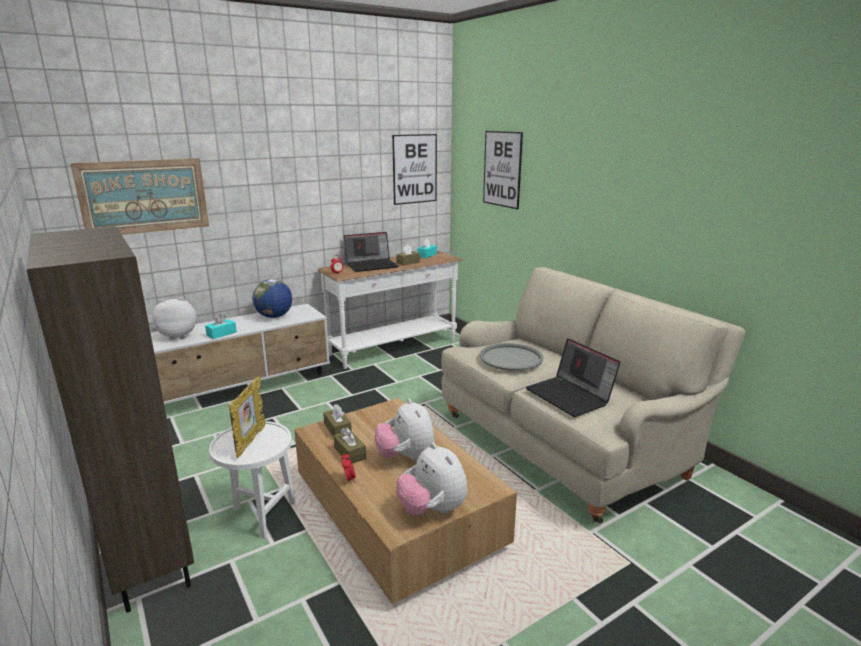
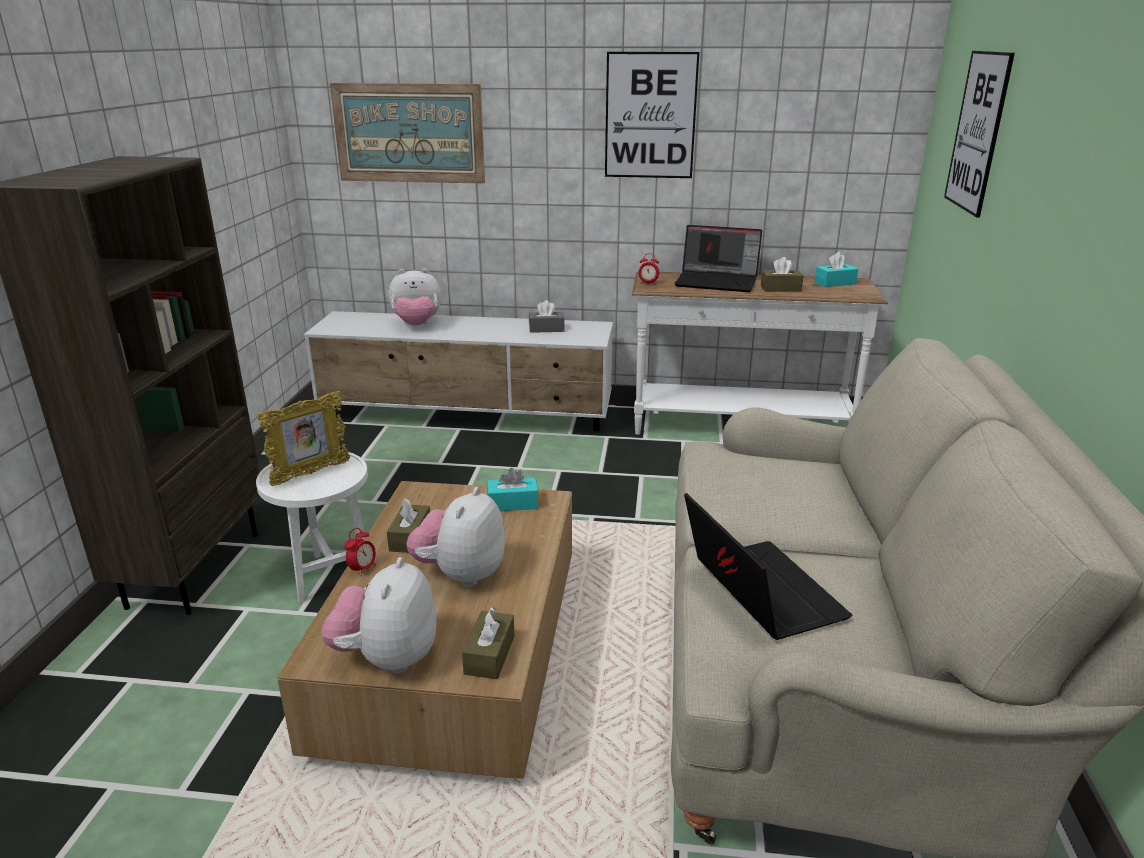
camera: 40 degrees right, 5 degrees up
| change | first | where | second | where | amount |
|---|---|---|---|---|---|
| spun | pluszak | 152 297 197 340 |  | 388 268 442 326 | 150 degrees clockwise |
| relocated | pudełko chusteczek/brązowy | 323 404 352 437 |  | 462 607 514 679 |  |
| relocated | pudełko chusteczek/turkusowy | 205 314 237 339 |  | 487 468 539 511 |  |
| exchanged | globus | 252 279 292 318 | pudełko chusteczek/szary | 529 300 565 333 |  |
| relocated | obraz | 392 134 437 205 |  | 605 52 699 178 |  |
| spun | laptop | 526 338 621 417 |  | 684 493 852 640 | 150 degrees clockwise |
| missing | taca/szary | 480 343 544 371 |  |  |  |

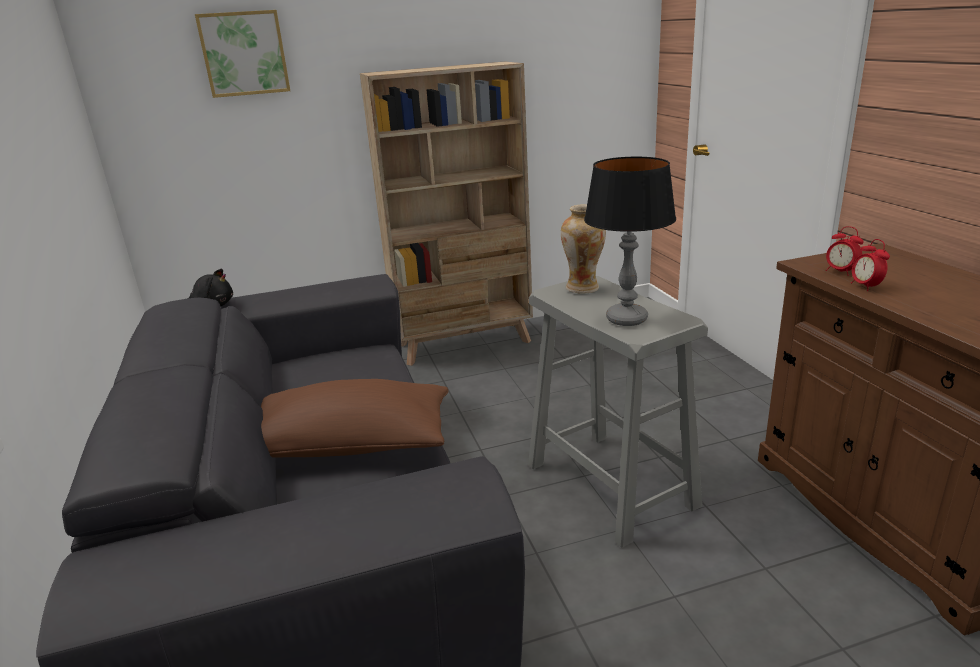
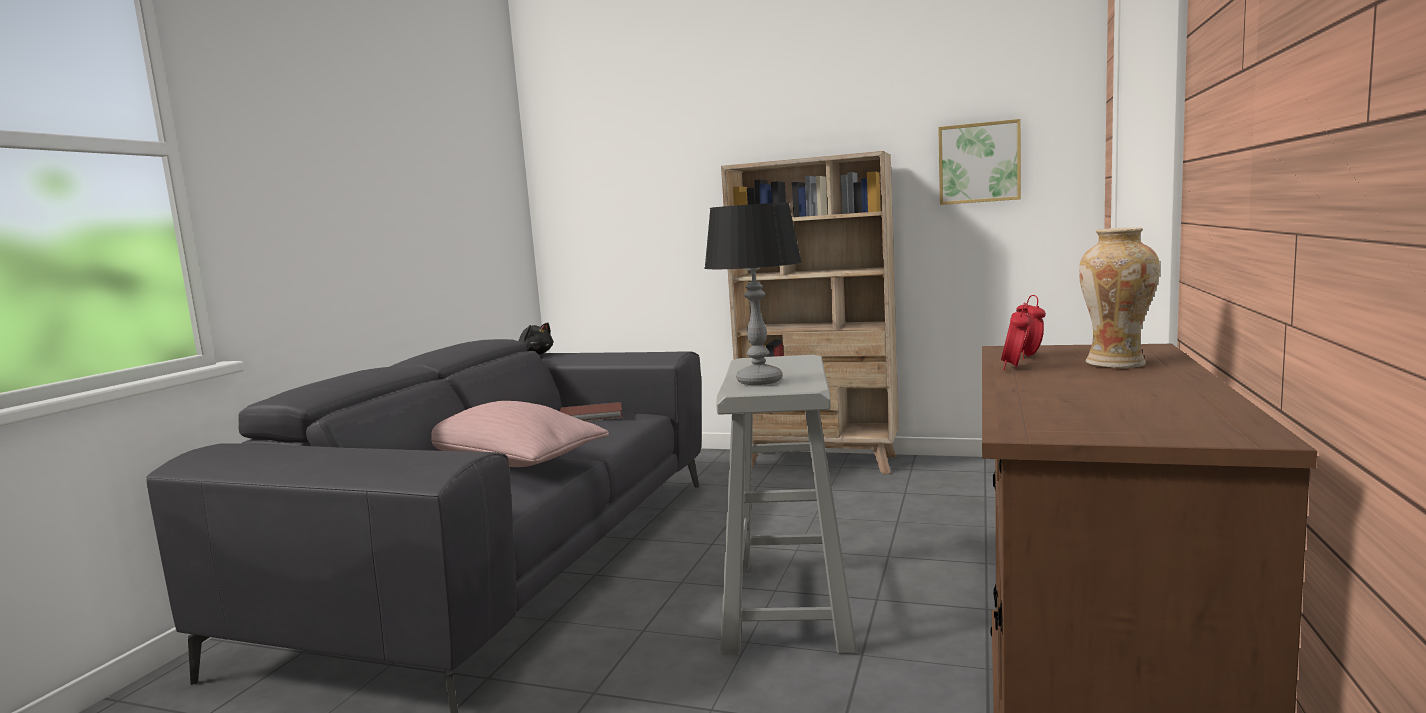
camera: 35 degrees right, 15 degrees down
| change | first | where | second | where | amount |
|---|---|---|---|---|---|
| colour | poduszka/brązowy | 261 379 449 458 | poduszka/różowy | 431 401 609 467 |  |
| appeared |  |  | książka/brązowy | 560 402 622 421 |  |
| relocated | obraz | 195 10 290 98 |  | 938 119 1021 205 |  |
| relocated | wazon | 561 204 606 294 |  | 1079 227 1160 368 |  |

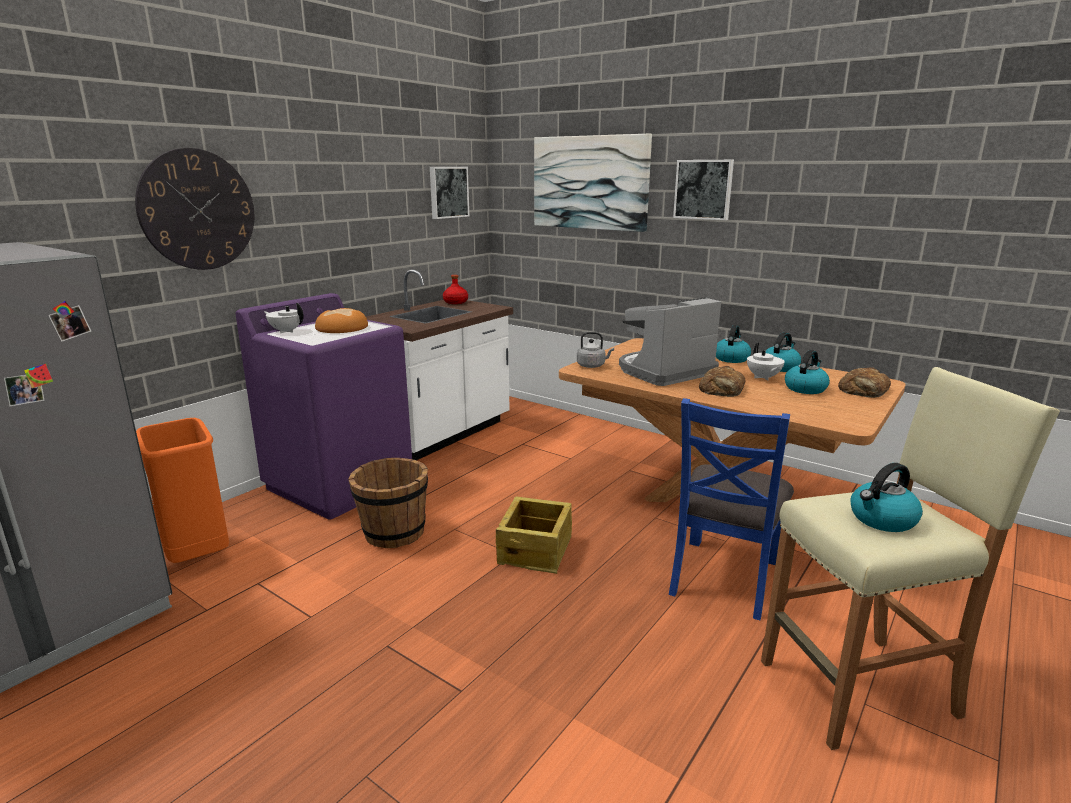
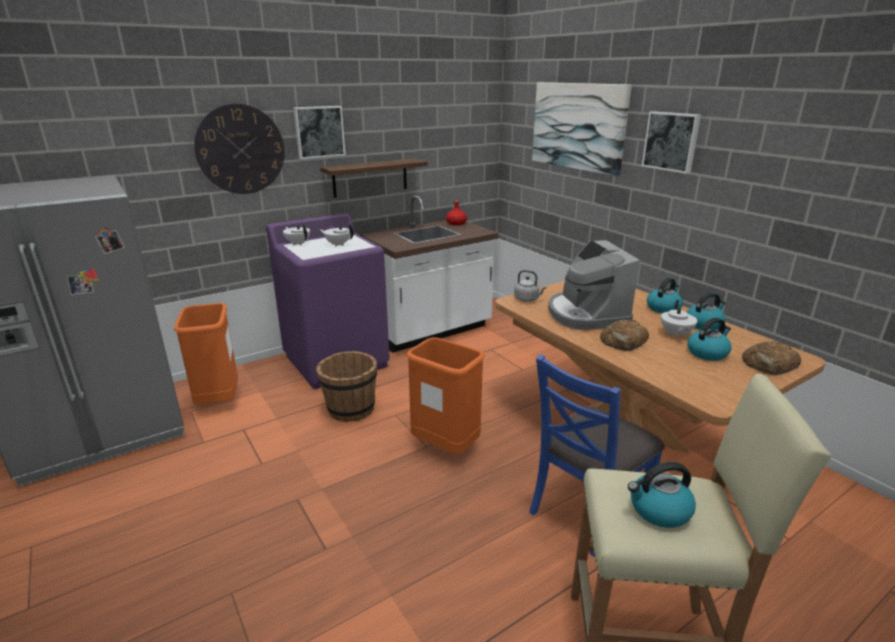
camera: 20 degrees right, 5 degrees up
| change | first | where | second | where | amount |
|---|---|---|---|---|---|
| relocated | obraz | 430 167 469 219 |  | 293 106 345 159 |  |
| exchanged | chleb | 315 308 368 333 | imbryk/biały | 319 223 354 247 |  |
| appeared |  |  | półka | 320 158 428 198 |  |
| exchanged | skrzynka | 496 497 572 574 | kosz na śmieci/pomarańczowy | 406 337 485 454 |  |
| spun | ekspres do kawy | 619 297 721 386 |  | 548 240 640 330 | 90 degrees counterclockwise |

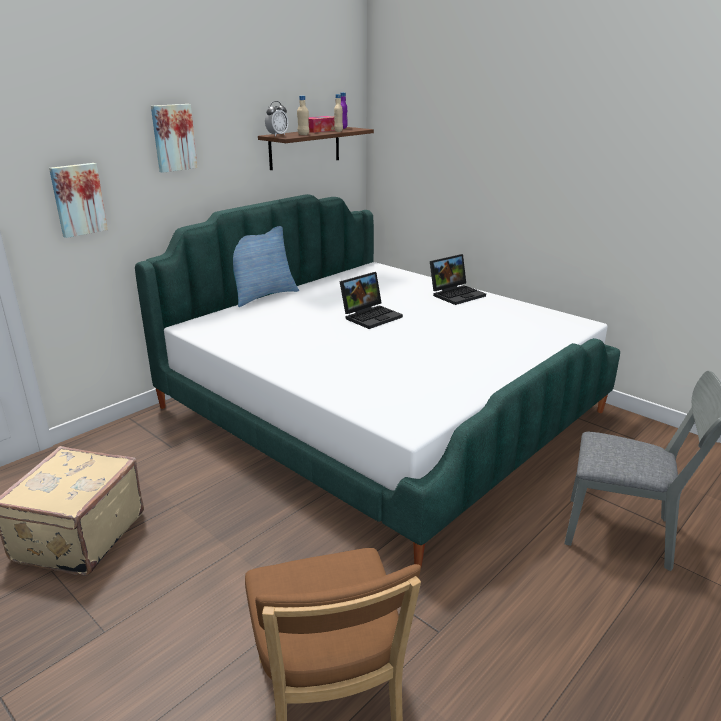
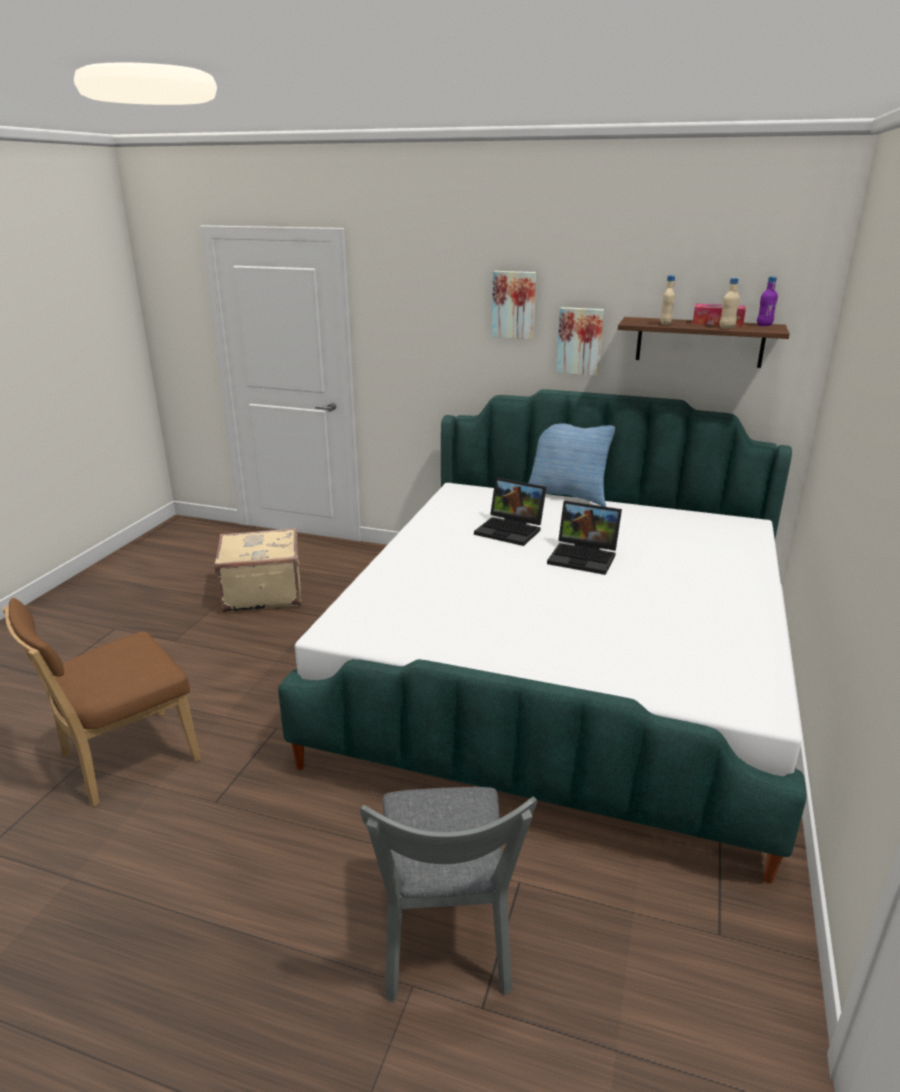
camera: 65 degrees right, 0 degrees up
| change | first | where | second | where | amount |
|---|---|---|---|---|---|
| relocated | laptop | 430 254 486 305 |  | 474 478 547 546 |  |
| relocated | obraz | 49 163 108 238 |  | 556 307 604 376 |  |
| missing | budzik | 265 101 288 136 |  |  |  |

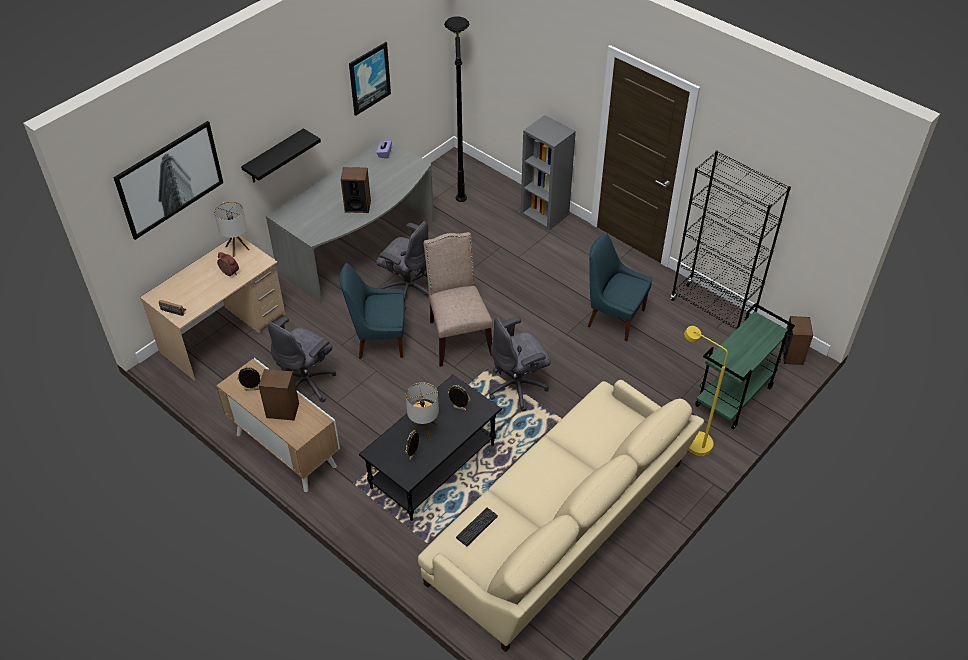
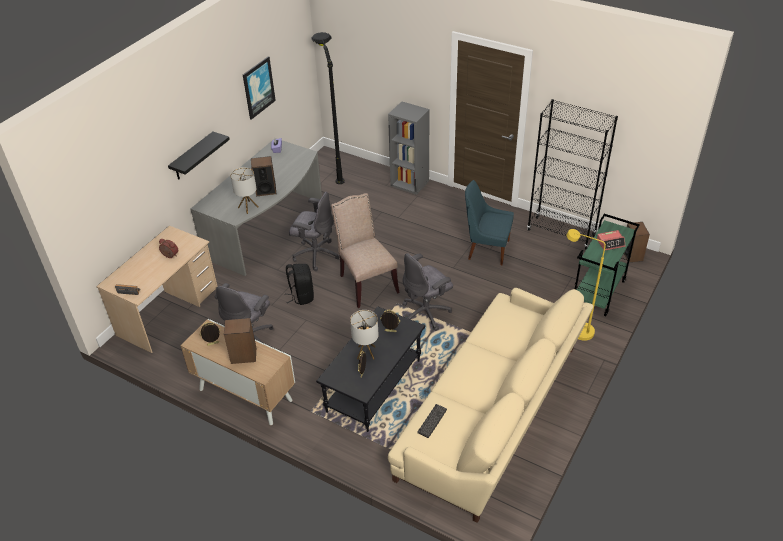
camera: 10 degrees left, 5 degrees down
| change | first | where | second | where | amount |
|---|---|---|---|---|---|
| relocated | lampa stołowa | 214 201 250 257 |  | 230 167 258 214 |  |
| exchanged | krzesło/niebieski | 340 263 404 359 | plecak/czarny | 285 264 314 305 |  |
| appeared |  |  | budzik | 597 230 625 250 |  |
| missing | obraz | 113 121 223 240 |  |  |  |

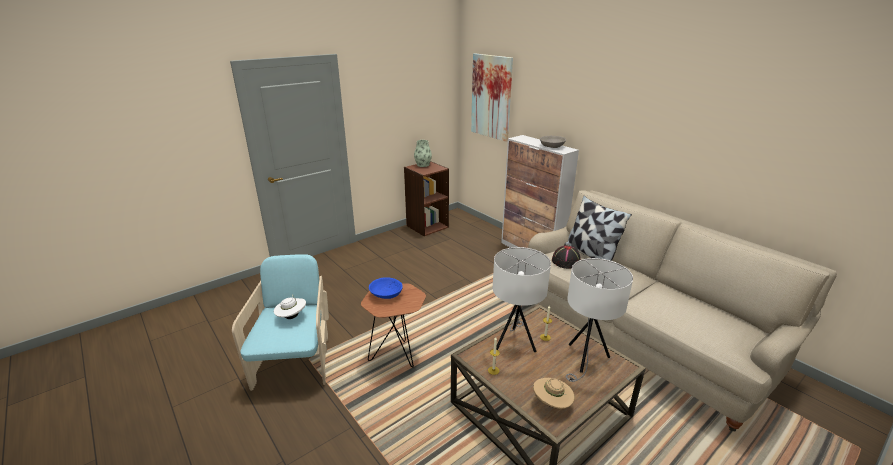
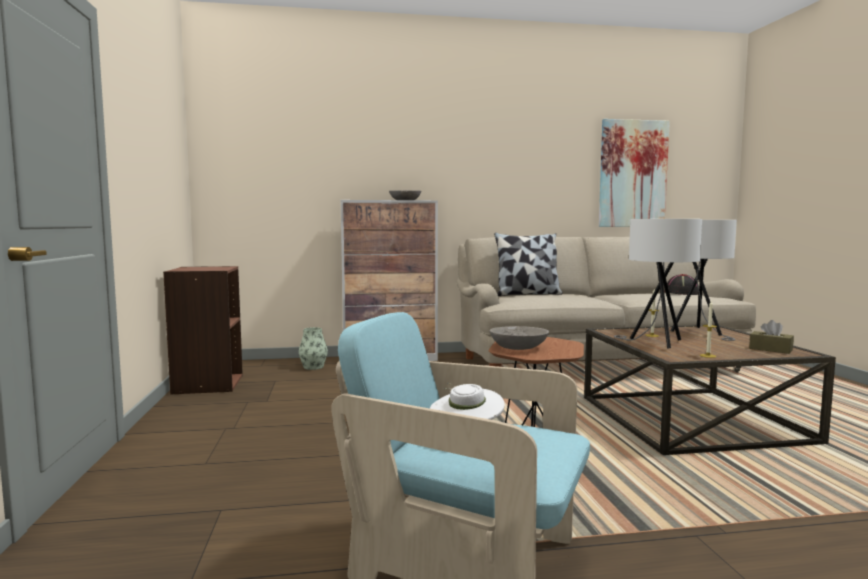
camera: 60 degrees left, 20 degrees down
| change | first | where | second | where | amount |
|---|---|---|---|---|---|
| relocated | wazon | 414 140 432 167 |  | 299 327 328 370 |  |
| colour | miska/niebieski | 369 277 403 299 | miska/szary | 490 326 549 350 |  |
| relocated | obraz | 471 53 513 142 |  | 599 119 670 227 |  |
| relocated | kapelusz/czarny | 552 245 581 269 |  | 664 274 699 295 |  |
| exchanged | kapelusz/beżowy | 533 378 575 409 | pudełko chusteczek/brązowy | 749 320 794 354 |  |

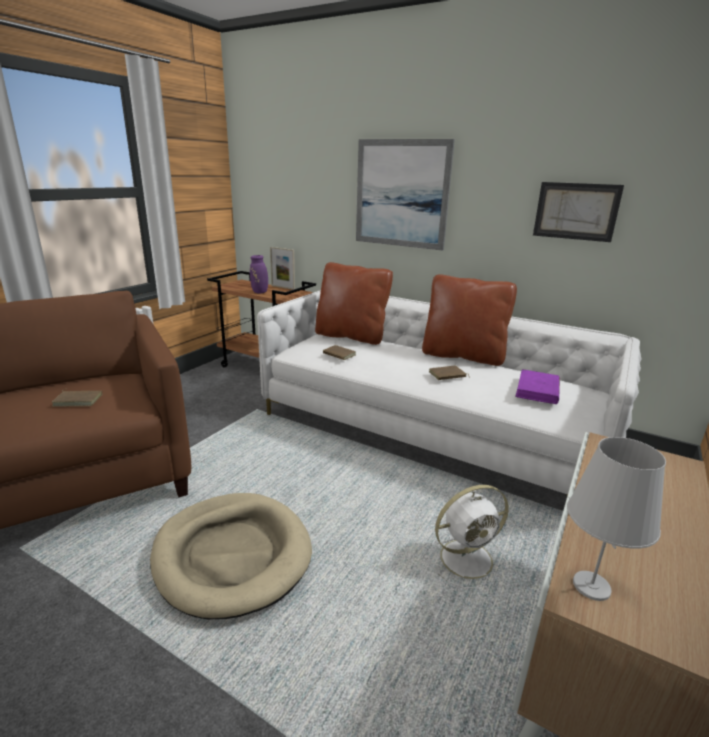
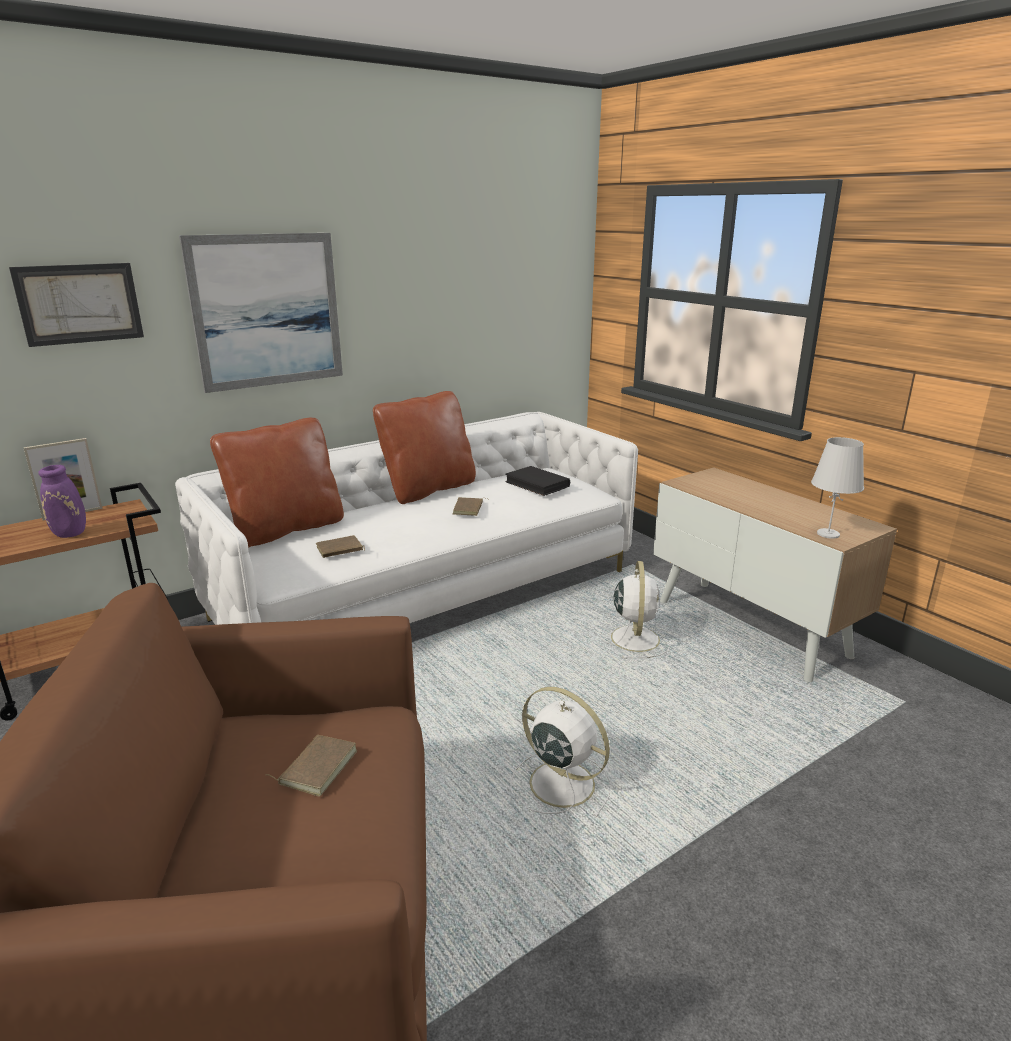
camera: 65 degrees left, 0 degrees up
| change | first | where | second | where | amount |
|---|---|---|---|---|---|
| relocated | obraz | 533 182 624 242 |  | 9 263 144 347 |  |
| colour | książka/fioletowy | 515 369 560 404 | książka/czarny | 505 466 570 496 |  |
| exchanged | legowisko/beżowy | 150 493 312 619 | wentylator/biały | 510 687 612 818 |  |

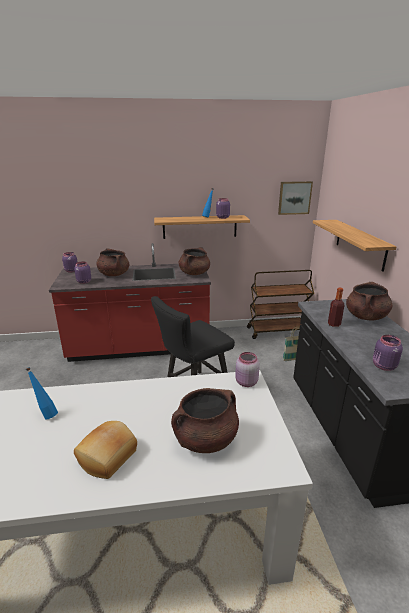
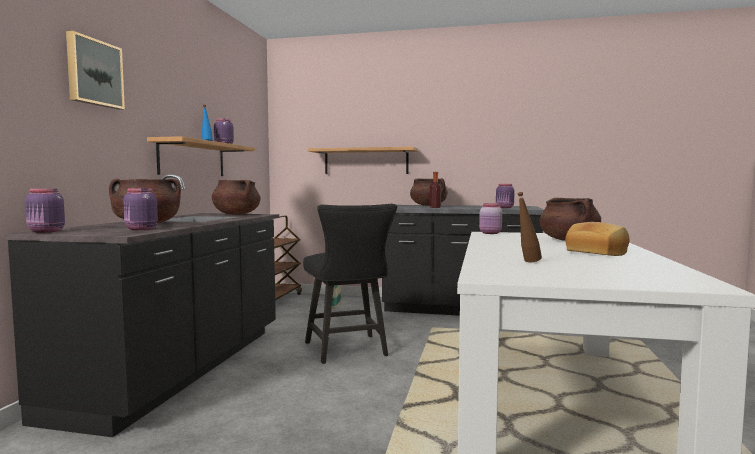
camera: 70 degrees left, 20 degrees down
| change | first | where | second | where | amount |
|---|---|---|---|---|---|
| colour | zabudowa kuchenna/czerwony | 49 243 211 362 | zabudowa kuchenna/czarny | 5 174 279 437 |  |
| relocated | obraz | 278 181 313 215 |  | 66 31 125 110 |  |
| colour | butelka/niebieski | 26 367 58 420 | butelka/brązowy | 517 192 542 262 |  |

